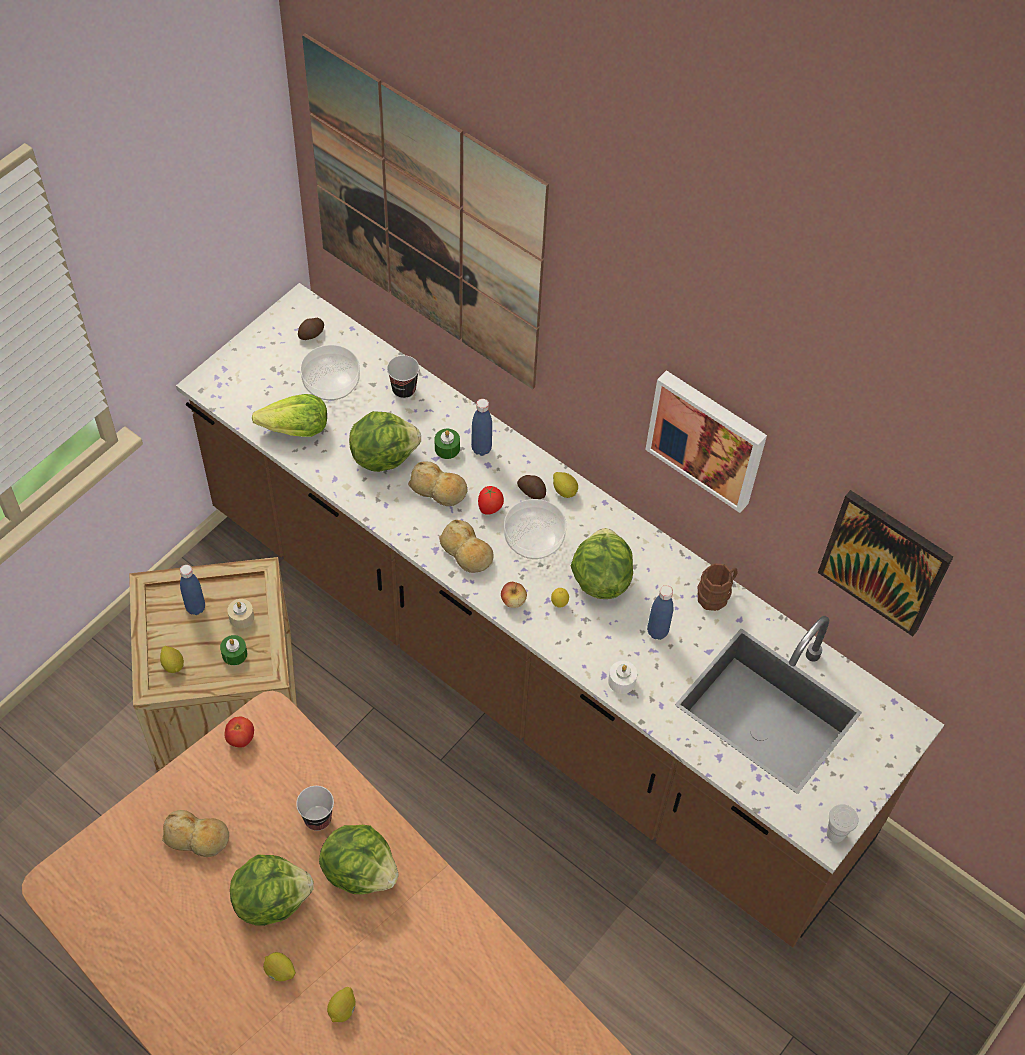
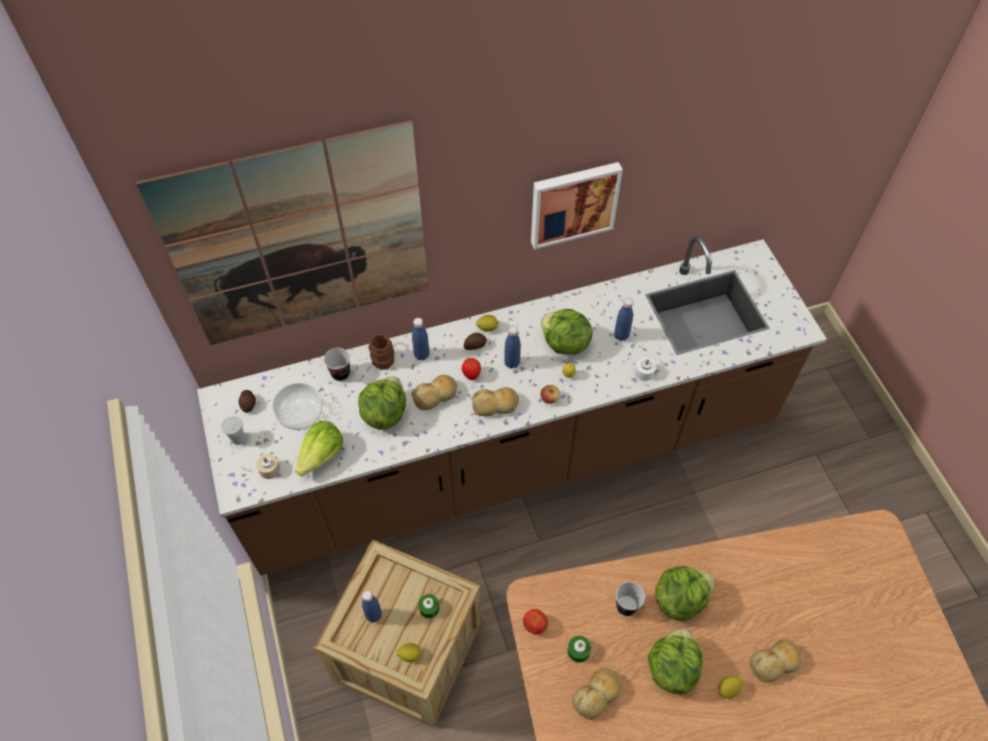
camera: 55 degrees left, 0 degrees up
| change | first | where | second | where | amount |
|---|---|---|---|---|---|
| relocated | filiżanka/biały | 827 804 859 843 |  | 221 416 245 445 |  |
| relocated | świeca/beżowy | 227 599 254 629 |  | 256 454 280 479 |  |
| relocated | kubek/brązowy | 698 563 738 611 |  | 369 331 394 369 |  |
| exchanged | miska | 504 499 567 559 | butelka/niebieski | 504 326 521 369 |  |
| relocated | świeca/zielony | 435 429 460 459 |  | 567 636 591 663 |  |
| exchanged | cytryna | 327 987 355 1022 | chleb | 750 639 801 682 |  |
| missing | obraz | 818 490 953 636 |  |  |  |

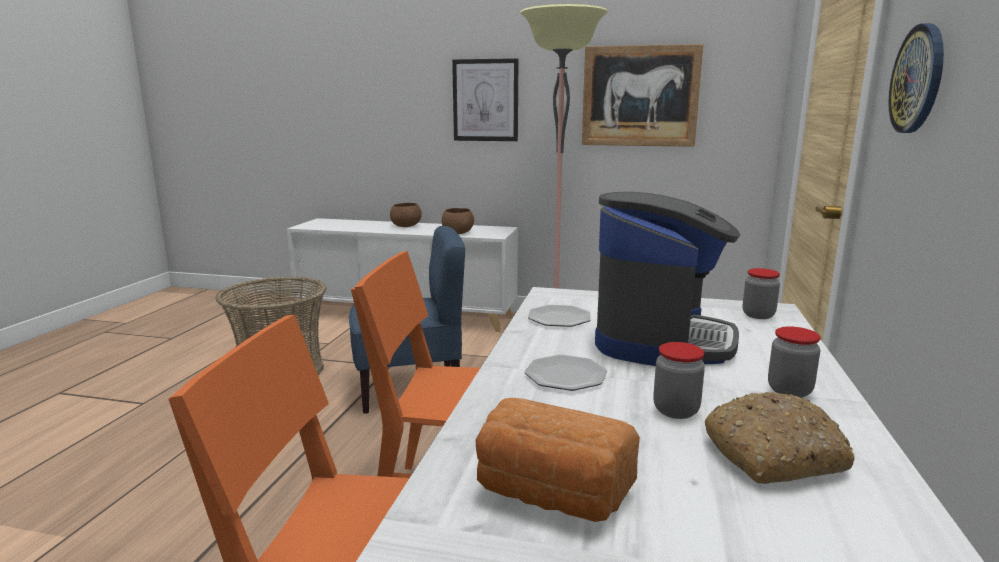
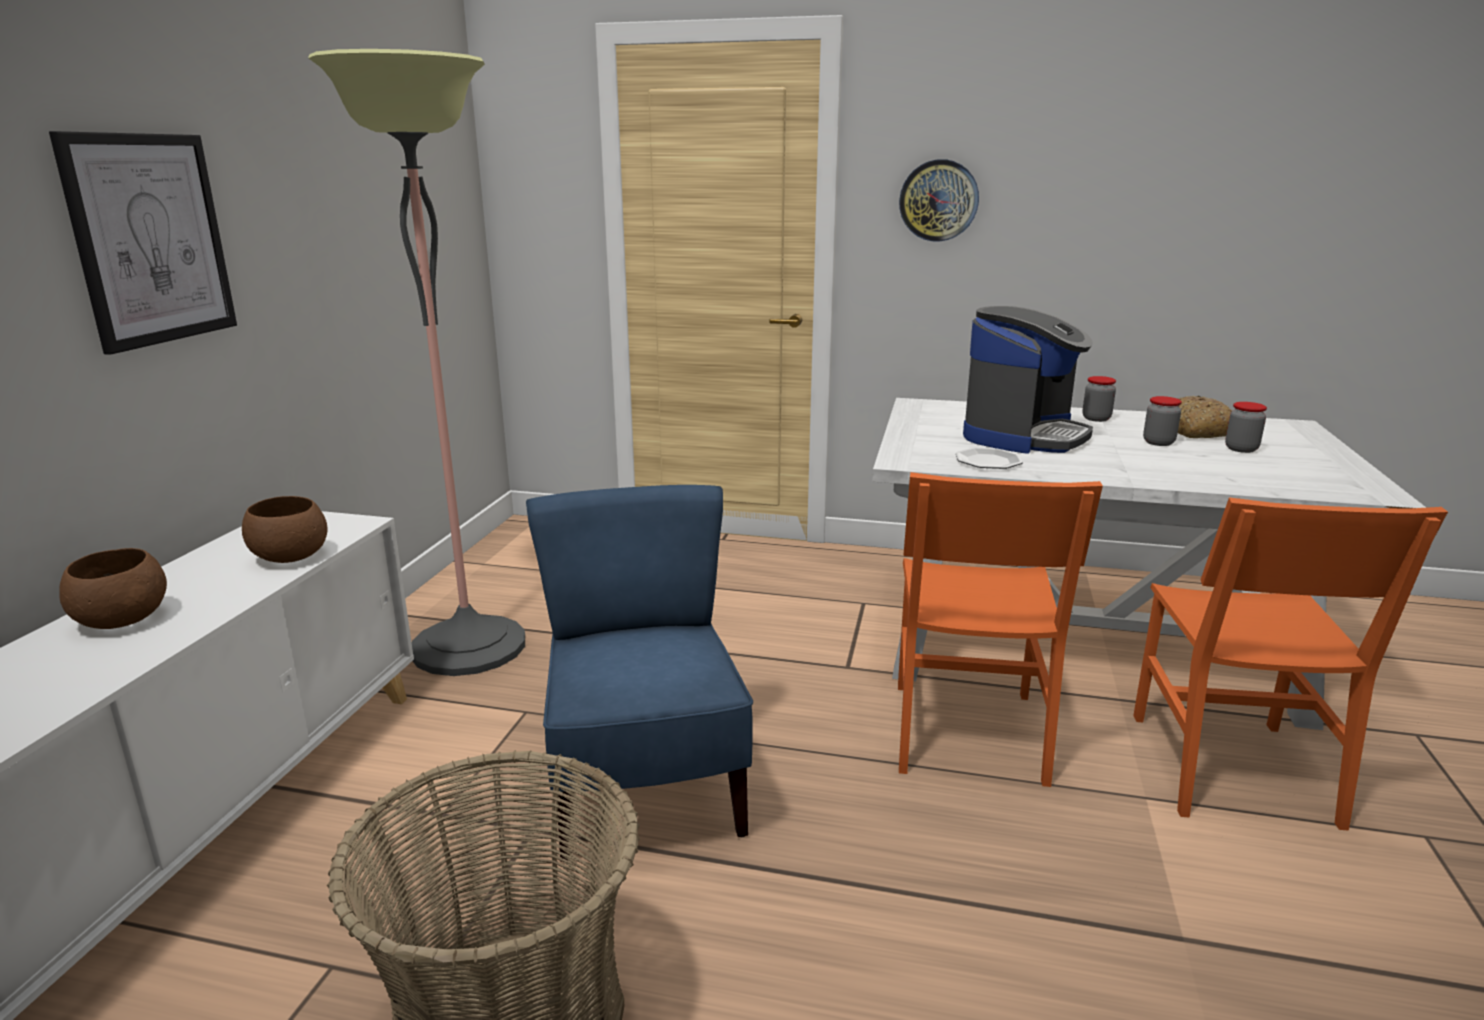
camera: 90 degrees left, 5 degrees up
| change | first | where | second | where | amount |
|---|---|---|---|---|---|
| spun | ekspres do kawy | 595 192 740 366 |  | 963 306 1093 454 | 105 degrees clockwise |
| relocated | słoik | 743 268 780 319 |  | 1225 402 1267 453 |  |
| missing | chleb | 475 398 640 522 |  |  |  |
| missing | talerz | 524 355 607 391 |  |  |  |
| missing | obraz | 582 44 704 147 |  |  |  |

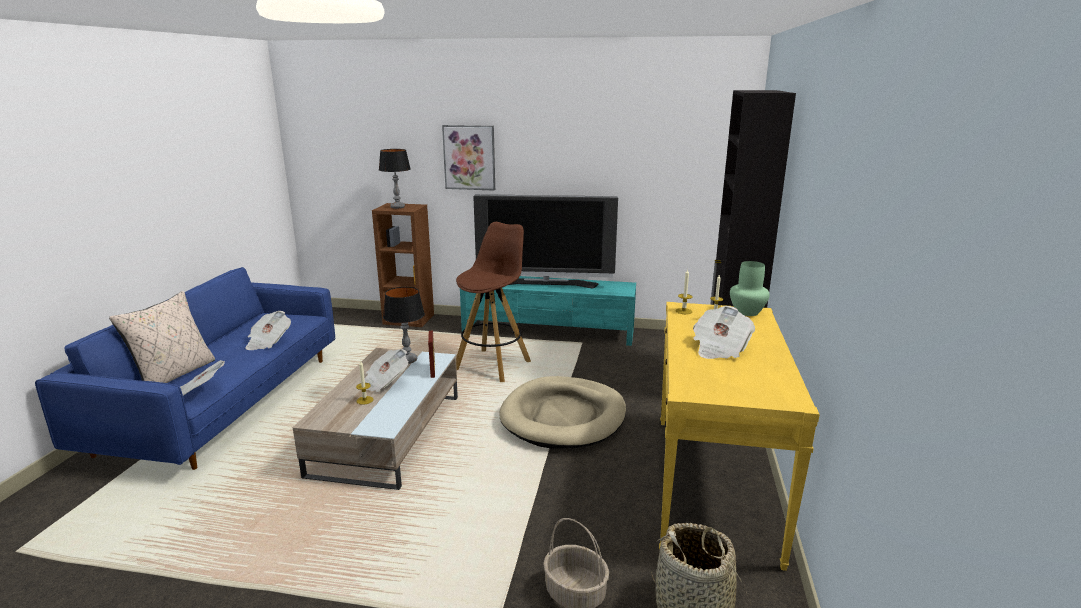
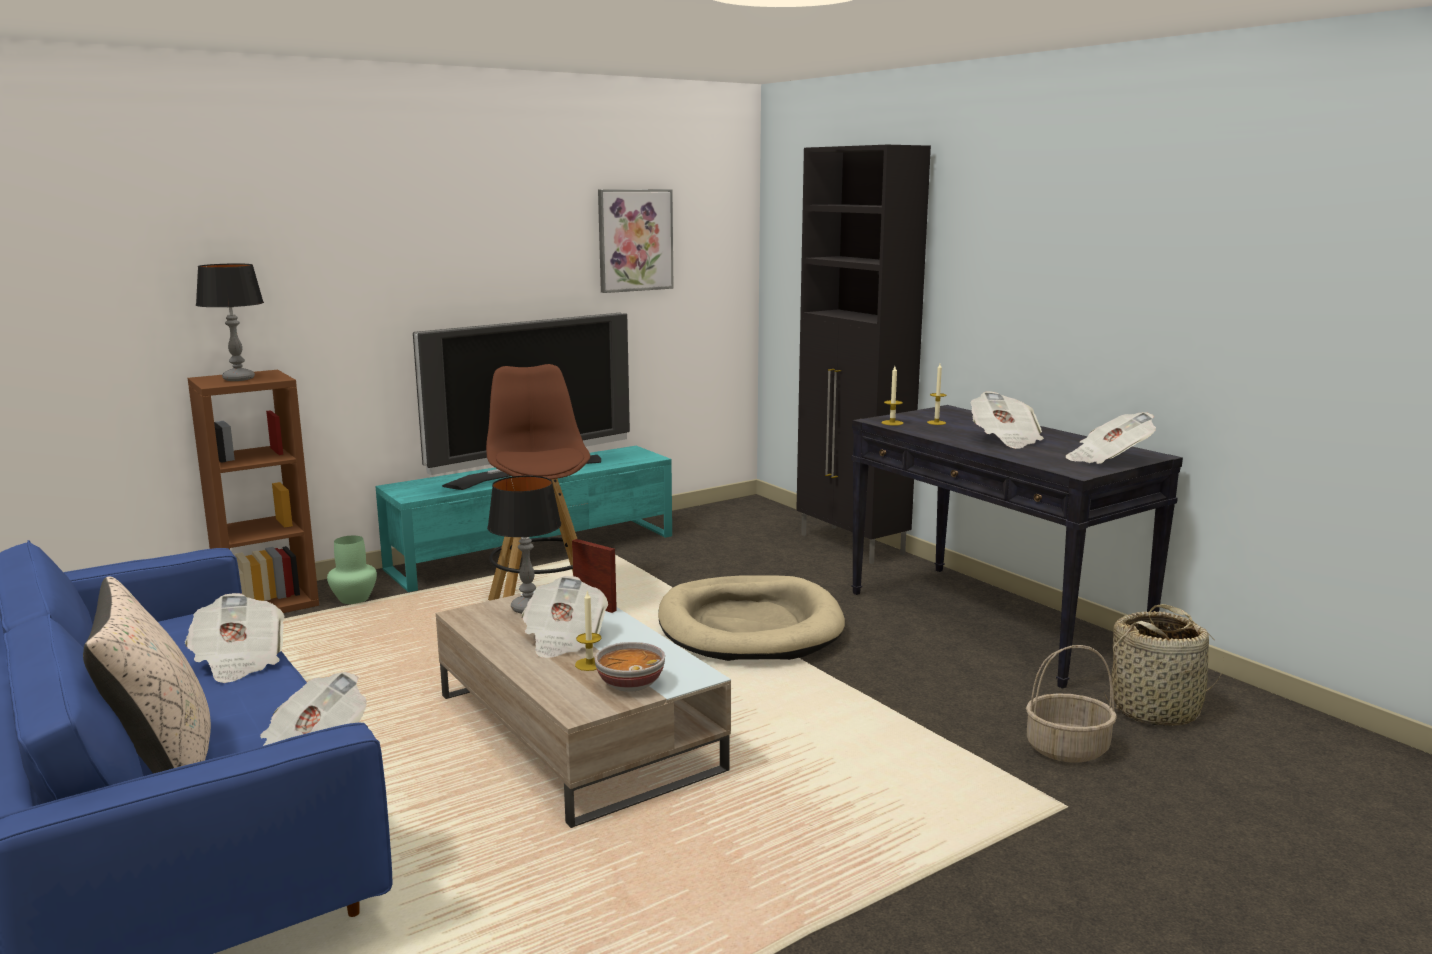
camera: 45 degrees left, 5 degrees down
| change | first | where | second | where | amount |
|---|---|---|---|---|---|
| relocated | wazon/zielony | 730 261 770 316 |  | 327 536 377 604 |  |
| appeared |  |  | miska | 595 642 665 692 |  |
| relocated | obraz | 442 125 495 191 |  | 598 189 674 293 |  |
| colour | stolik konsolowy/żółty | 659 302 820 571 | stolik konsolowy/czarny | 851 405 1183 689 |  |
| appeared |  |  | gazeta | 1066 412 1156 464 |  |

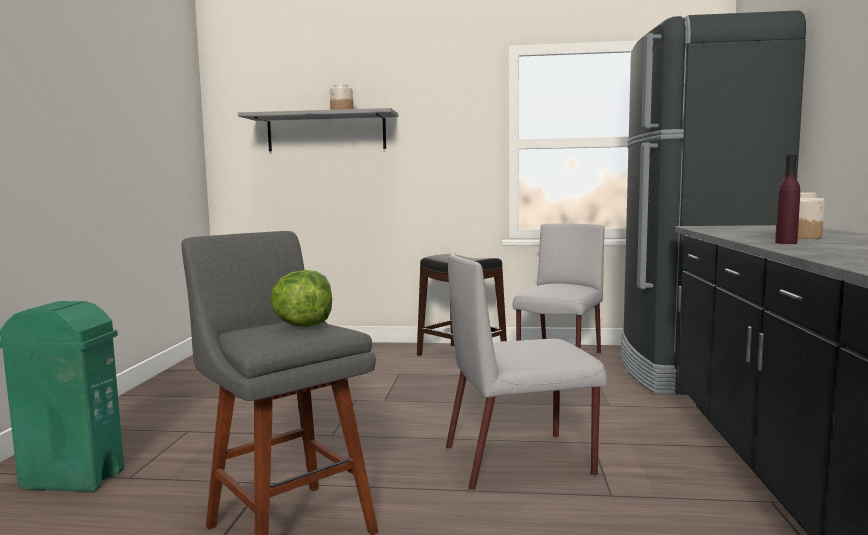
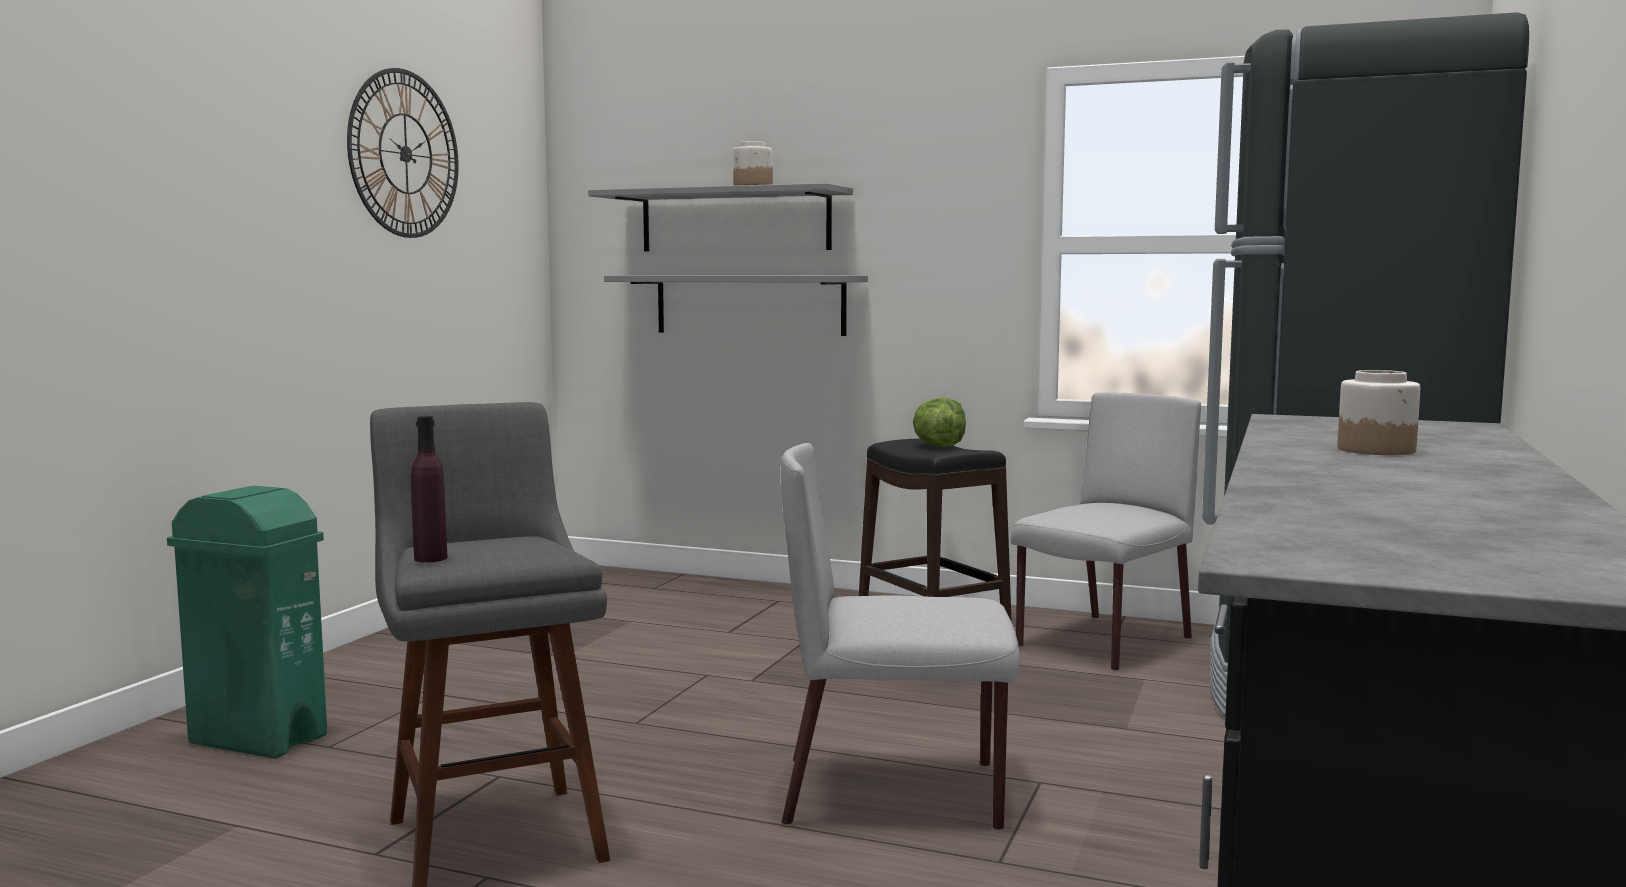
camera: 15 degrees right, 0 degrees up
| change | first | where | second | where | amount |
|---|---|---|---|---|---|
| appeared |  |  | zegar ścienny | 347 68 459 238 |  |
| relocated | butelka/fioletowy | 775 155 800 244 |  | 411 416 448 562 |  |
| appeared |  |  | półka/szary | 604 275 868 336 |  |
| relocated | sałata | 270 270 332 327 |  | 913 398 966 447 |  |

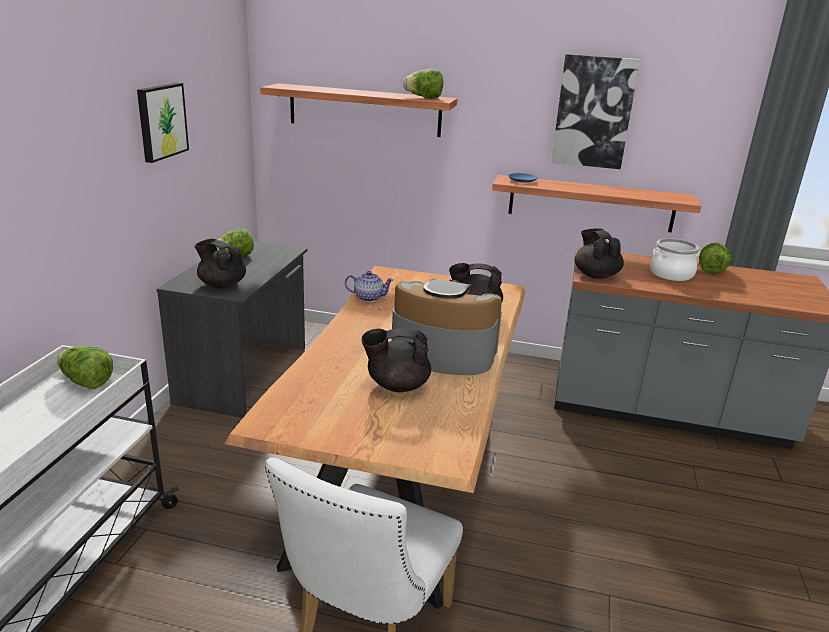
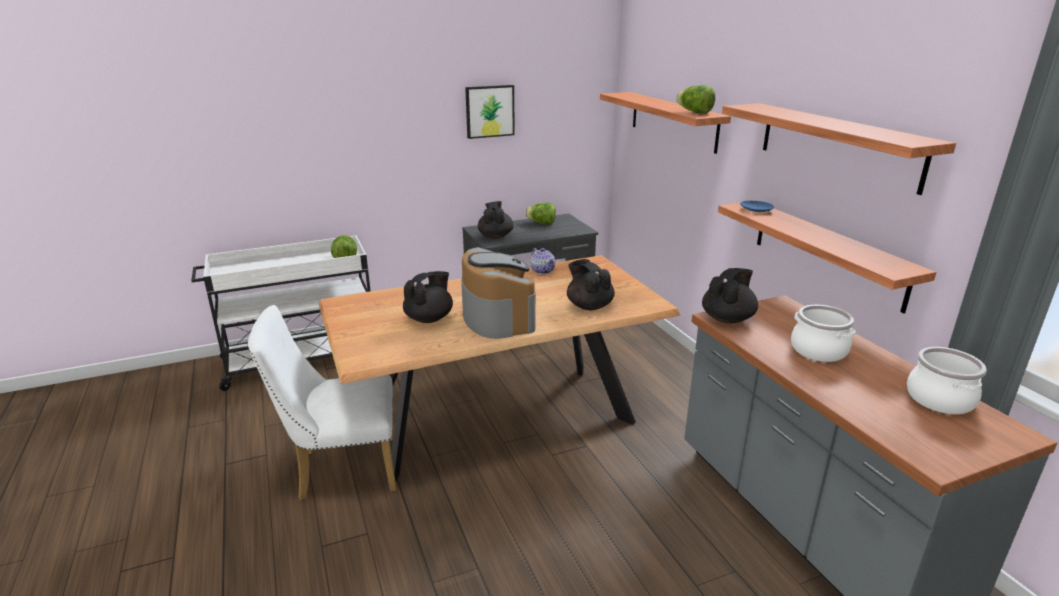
camera: 55 degrees right, 0 degrees up
| change | first | where | second | where | amount |
|---|---|---|---|---|---|
| spun | imbryk/czarny | 361 328 431 392 |  | 403 271 453 323 | 75 degrees clockwise |
| exchanged | obraz | 551 54 640 169 | półka | 722 103 956 195 |  |
| appeared |  |  | garnek | 907 347 987 414 |  |
| missing | sałata | 699 243 732 274 |  |  |  |

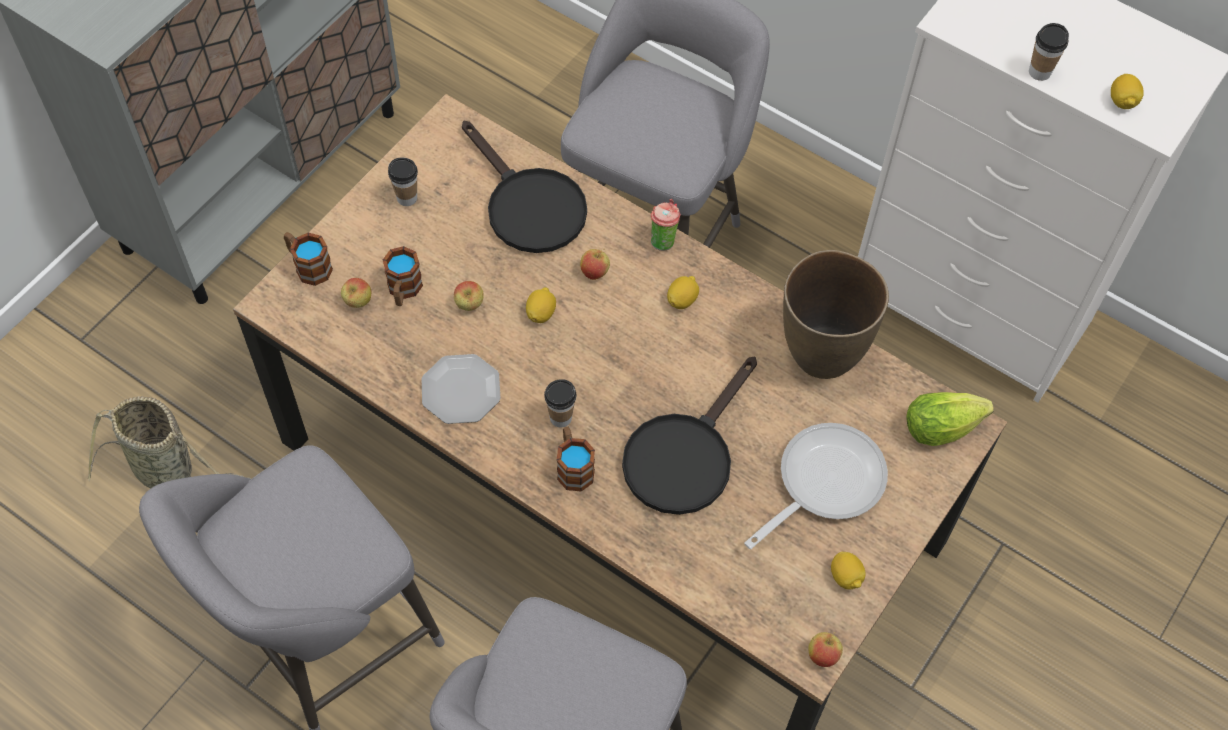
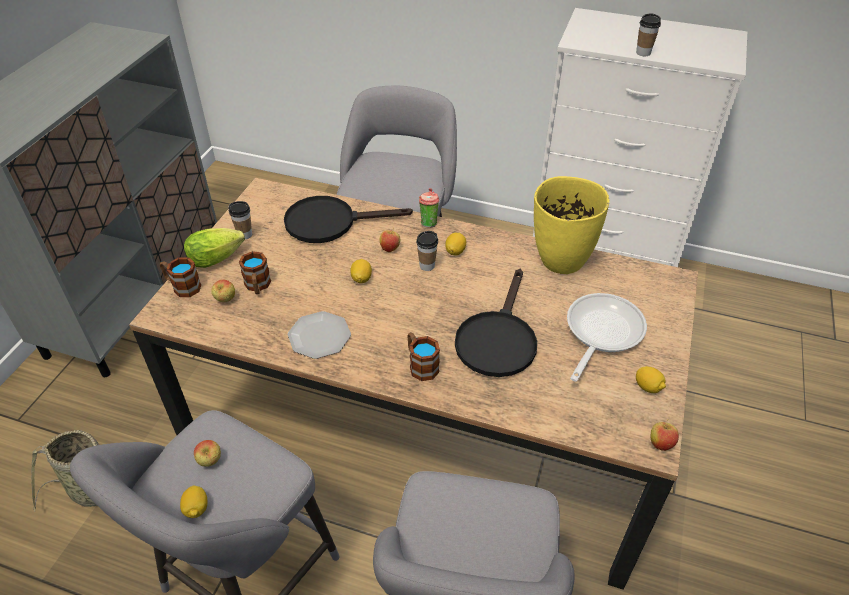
camera: 15 degrees left, 15 degrees down
| change | first | where | second | where | amount |
|---|---|---|---|---|---|
| relocated | cytryna | 1111 74 1144 109 |  | 180 485 207 518 |  |
| relocated | sałata | 906 392 994 446 |  | 184 228 245 268 |  |
| relocated | jabłko | 454 281 484 311 |  | 194 440 221 466 |  |
| spun | patelnia/czarny | 462 121 587 253 |  | 284 196 413 243 | 135 degrees clockwise |
| relocated | filiżanka | 544 379 576 428 |  | 416 231 438 271 |  |
| colour | wazon/brązowy | 783 250 889 379 | wazon/żółty | 534 176 609 274 |  |

